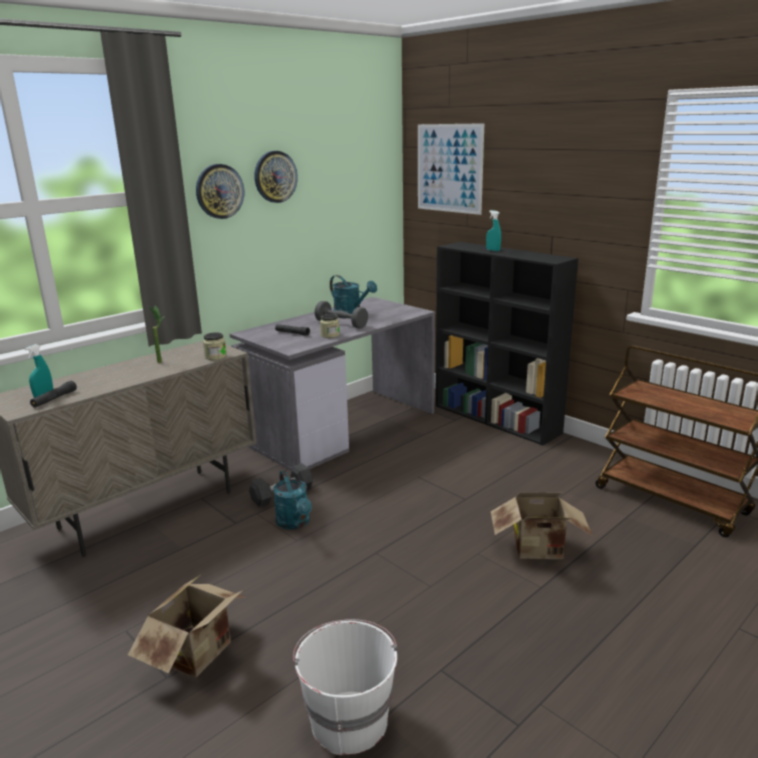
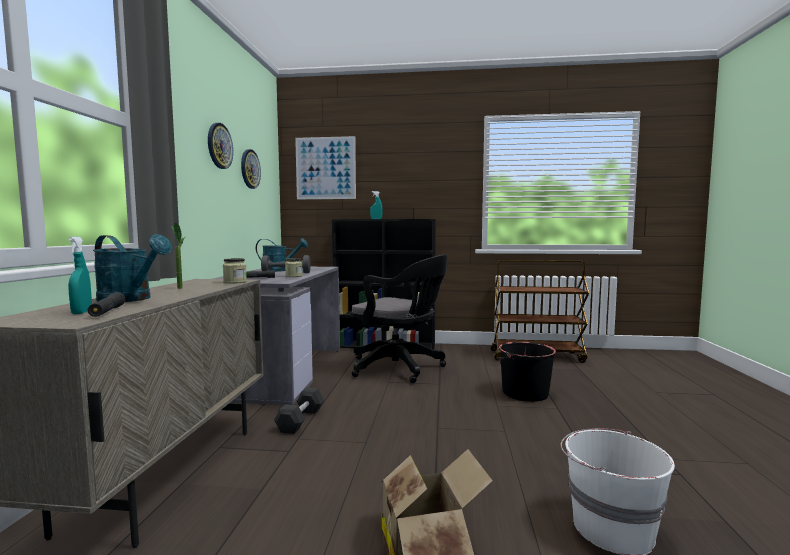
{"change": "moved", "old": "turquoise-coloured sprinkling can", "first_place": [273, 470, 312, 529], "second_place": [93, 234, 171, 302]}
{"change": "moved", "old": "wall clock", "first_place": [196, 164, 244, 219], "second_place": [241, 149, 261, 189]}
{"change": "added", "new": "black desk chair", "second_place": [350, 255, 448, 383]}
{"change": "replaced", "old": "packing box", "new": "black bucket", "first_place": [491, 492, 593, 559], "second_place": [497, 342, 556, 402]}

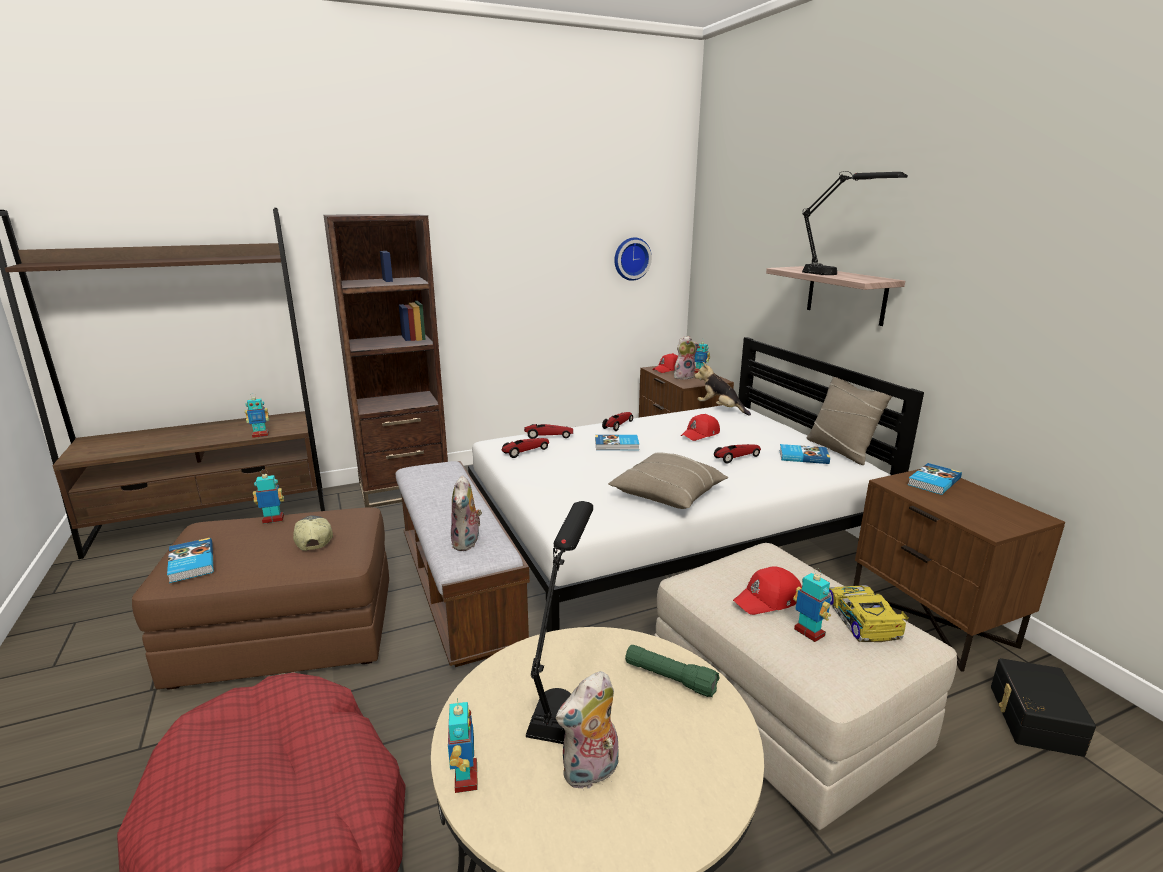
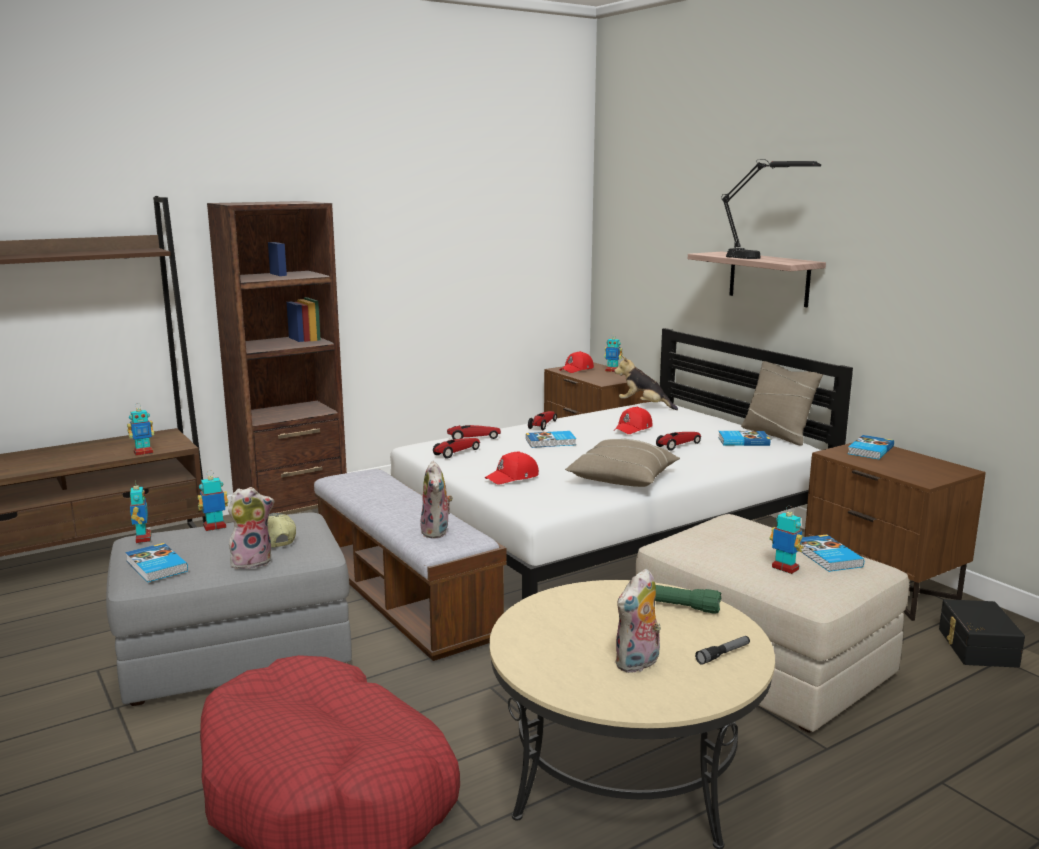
{"change": "recoloured", "old": "brown-coloured pouffe", "new": "gray pouffe", "first_place": [132, 507, 389, 690], "second_place": [106, 512, 352, 706]}
{"change": "moved", "old": "model robot", "first_place": [448, 698, 478, 793], "second_place": [130, 480, 151, 543]}
{"change": "moved", "old": "cuddly toy", "first_place": [674, 336, 699, 380], "second_place": [228, 487, 275, 569]}
{"change": "moved", "old": "reddish cap", "first_place": [733, 566, 802, 615], "second_place": [485, 451, 539, 485]}
{"change": "added", "new": "hand torch", "second_place": [695, 636, 750, 665]}
{"change": "replaced", "old": "toy car", "new": "book", "first_place": [828, 585, 909, 642], "second_place": [801, 534, 864, 572]}
{"change": "removed", "old": "black table lamp", "first_place": [526, 501, 593, 744]}
{"change": "removed", "old": "wall clock", "first_place": [614, 237, 652, 281]}

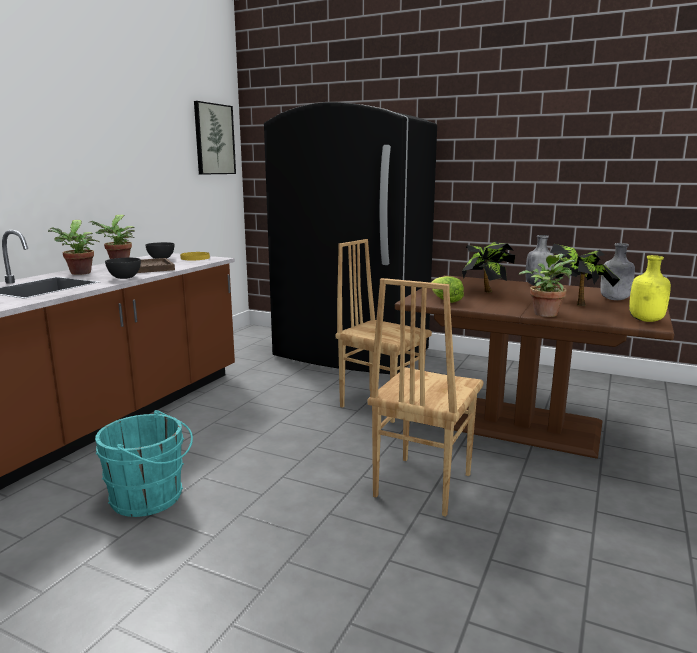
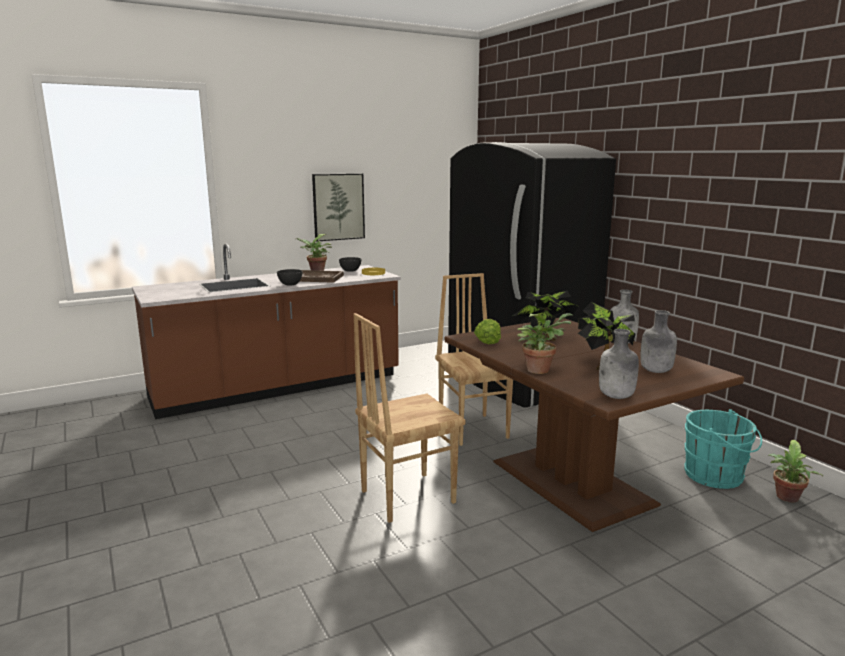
{"change": "moved", "old": "wall art", "first_place": [194, 101, 236, 175], "second_place": [312, 174, 365, 241]}
{"change": "recoloured", "old": "yellow-coloured beverage bottle", "new": "gray beverage bottle", "first_place": [629, 255, 671, 322], "second_place": [599, 329, 639, 399]}
{"change": "moved", "old": "turquoise-coloured bucket", "first_place": [95, 410, 193, 517], "second_place": [684, 409, 762, 489]}
{"change": "moved", "old": "houseplant", "first_place": [48, 220, 99, 275], "second_place": [768, 440, 823, 502]}

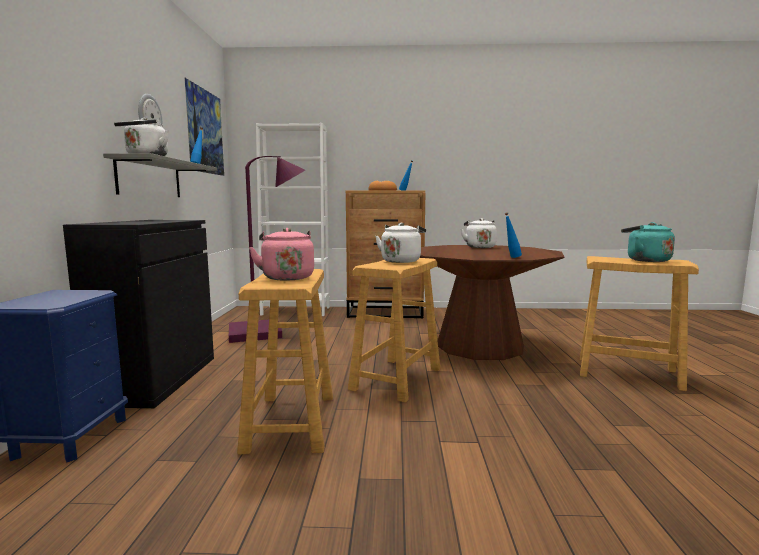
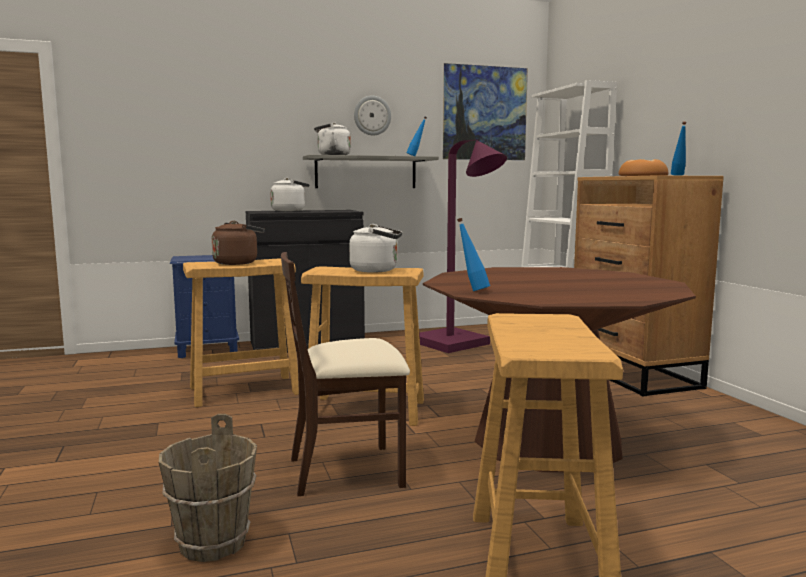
{"change": "added", "new": "brown-coloured bucket", "second_place": [159, 414, 257, 562]}
{"change": "recoloured", "old": "pink kettle", "new": "brown-coloured kettle", "first_place": [249, 228, 314, 281], "second_place": [212, 221, 265, 265]}
{"change": "moved", "old": "white-coloured kettle", "first_place": [461, 218, 497, 248], "second_place": [270, 178, 310, 211]}
{"change": "added", "new": "sand-coloured plain chair", "second_place": [281, 252, 410, 496]}
{"change": "removed", "old": "turquoise-coloured kettle", "first_place": [621, 222, 675, 262]}

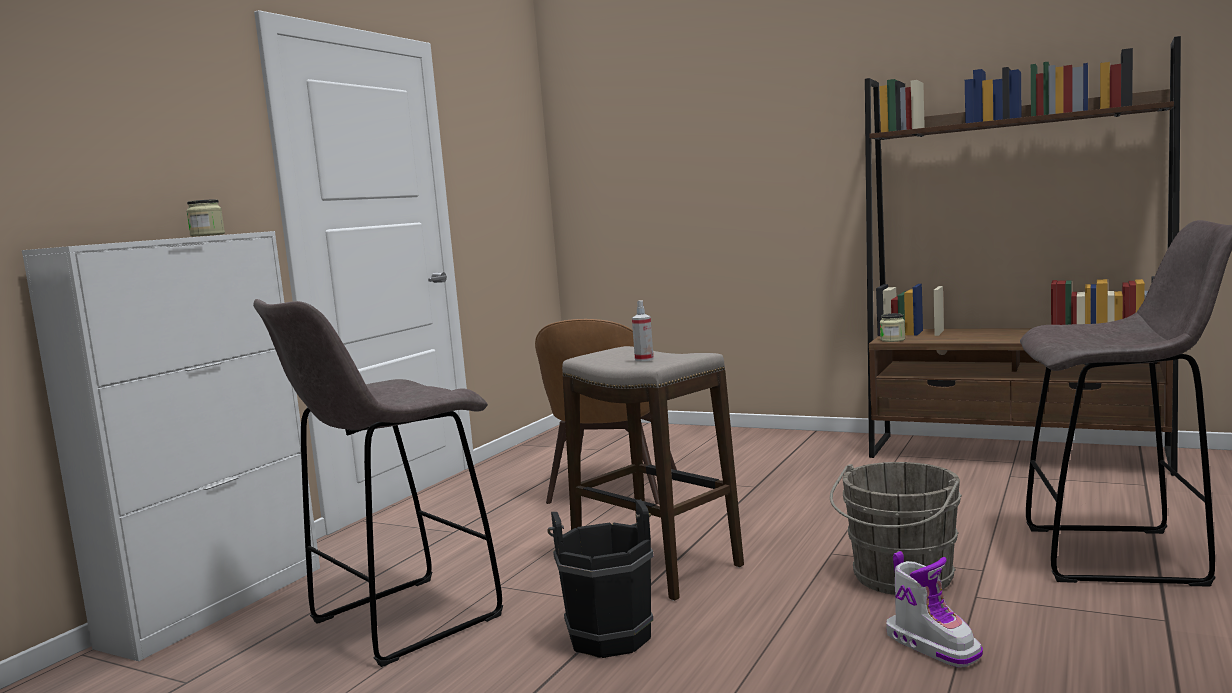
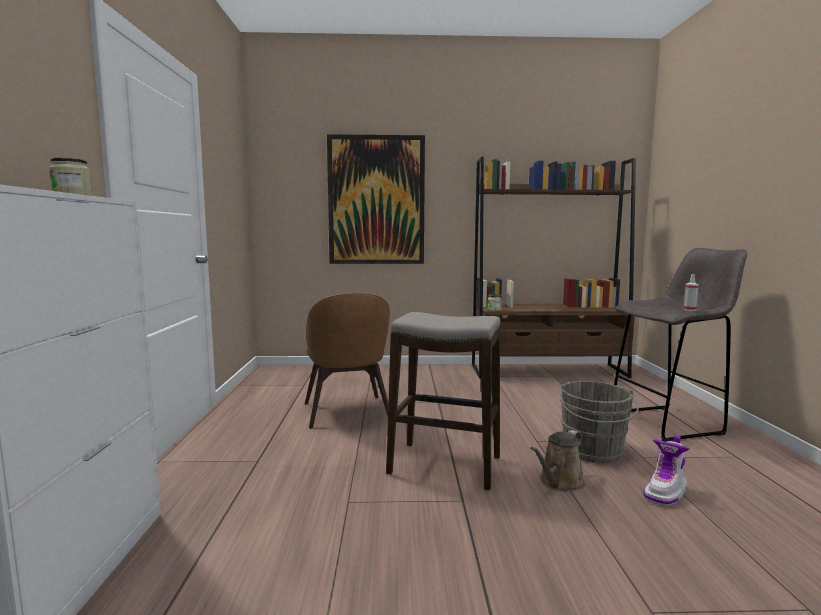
{"change": "added", "new": "wall art", "second_place": [327, 134, 425, 264]}
{"change": "added", "new": "brown-coloured sprinkling can", "second_place": [530, 430, 585, 492]}
{"change": "turned", "old": "high-top boot", "first_place": [886, 551, 983, 667], "second_place": [643, 435, 690, 506], "degrees": 105}
{"change": "moved", "old": "hand sprayer", "first_place": [632, 300, 654, 361], "second_place": [684, 274, 699, 311]}
{"change": "removed", "old": "gray stool seat", "first_place": [253, 299, 503, 667]}
{"change": "removed", "old": "black bucket", "first_place": [547, 499, 654, 658]}

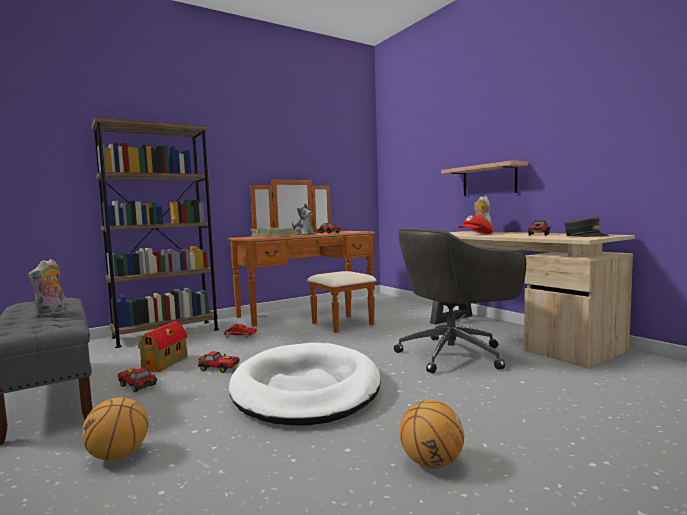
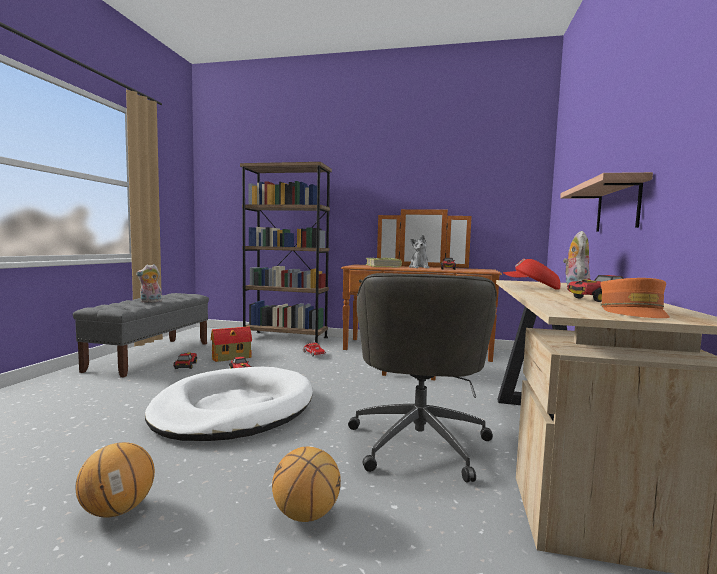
{"change": "moved", "old": "basketball ball", "first_place": [82, 397, 148, 461], "second_place": [272, 446, 341, 522]}
{"change": "turned", "old": "gray desk chair", "first_place": [394, 229, 526, 373], "second_place": [348, 273, 497, 482], "degrees": -105}
{"change": "recoloured", "old": "gray cap", "new": "orange-coloured cap", "first_place": [564, 218, 609, 237], "second_place": [600, 278, 670, 318]}

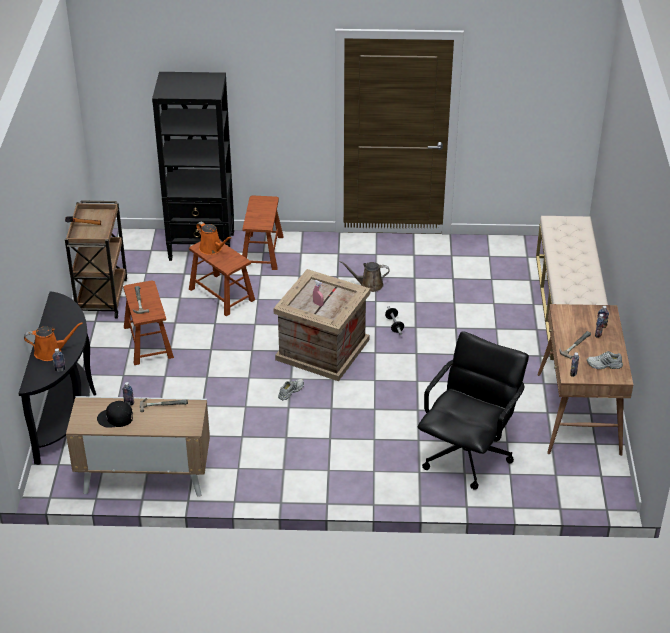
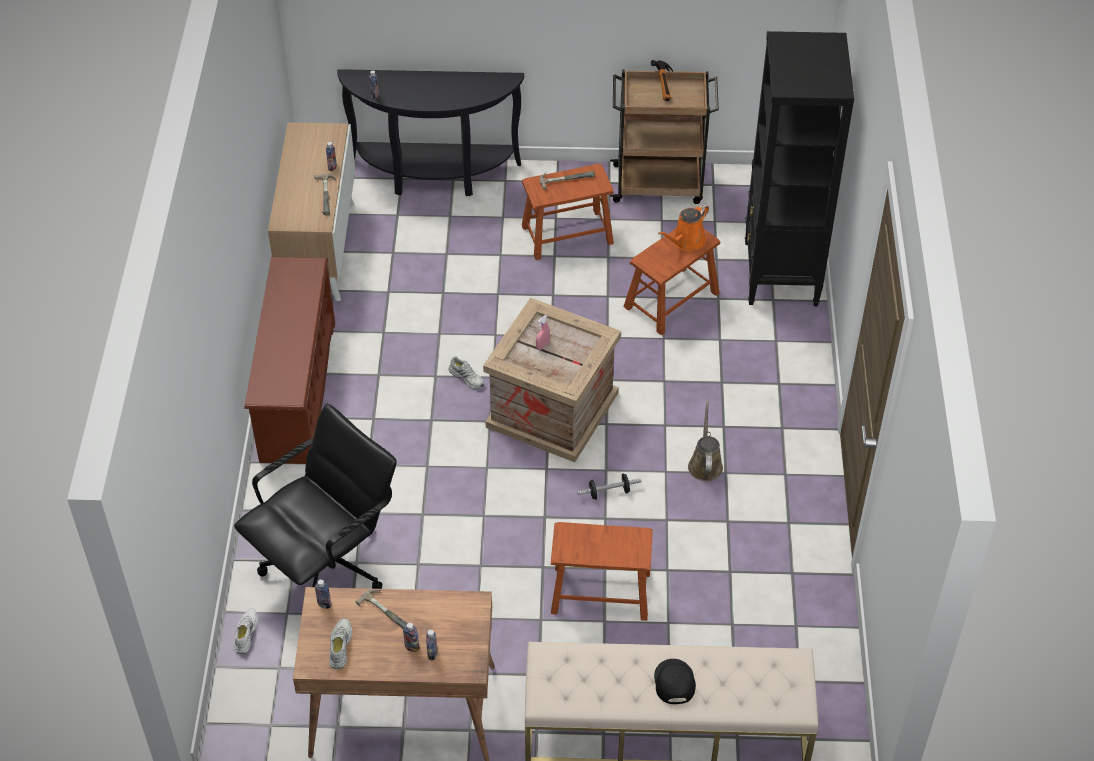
{"change": "turned", "old": "black desk chair", "first_place": [418, 331, 529, 490], "second_place": [234, 404, 397, 589], "degrees": -75}
{"change": "added", "new": "white-coloured low shoe", "second_place": [234, 608, 258, 654]}
{"change": "added", "new": "brown-coloured shoe rack", "second_place": [244, 257, 335, 464]}
{"change": "moved", "old": "brown-coloured stool seat", "first_place": [242, 195, 284, 270], "second_place": [551, 522, 653, 621]}
{"change": "moved", "old": "black cap", "first_place": [97, 401, 133, 428], "second_place": [654, 659, 696, 704]}
{"change": "removed", "old": "orange-coloured sprinkling can", "first_place": [24, 322, 83, 361]}

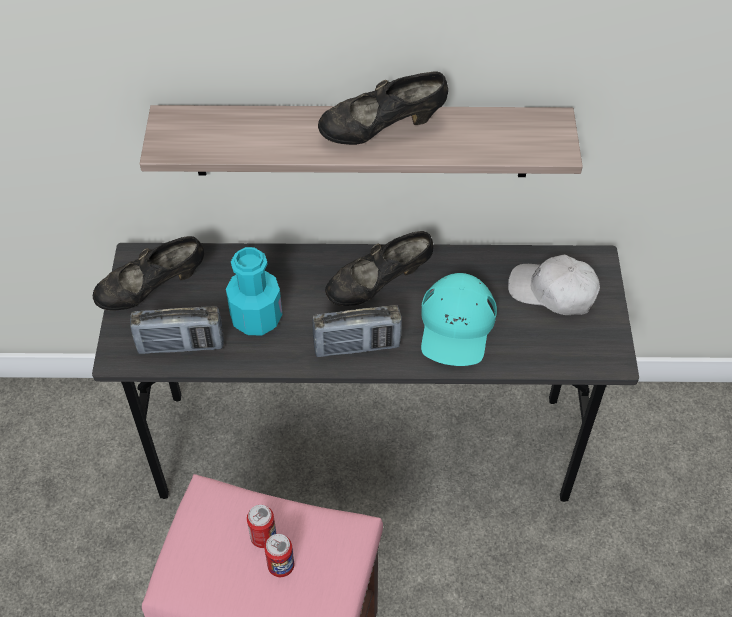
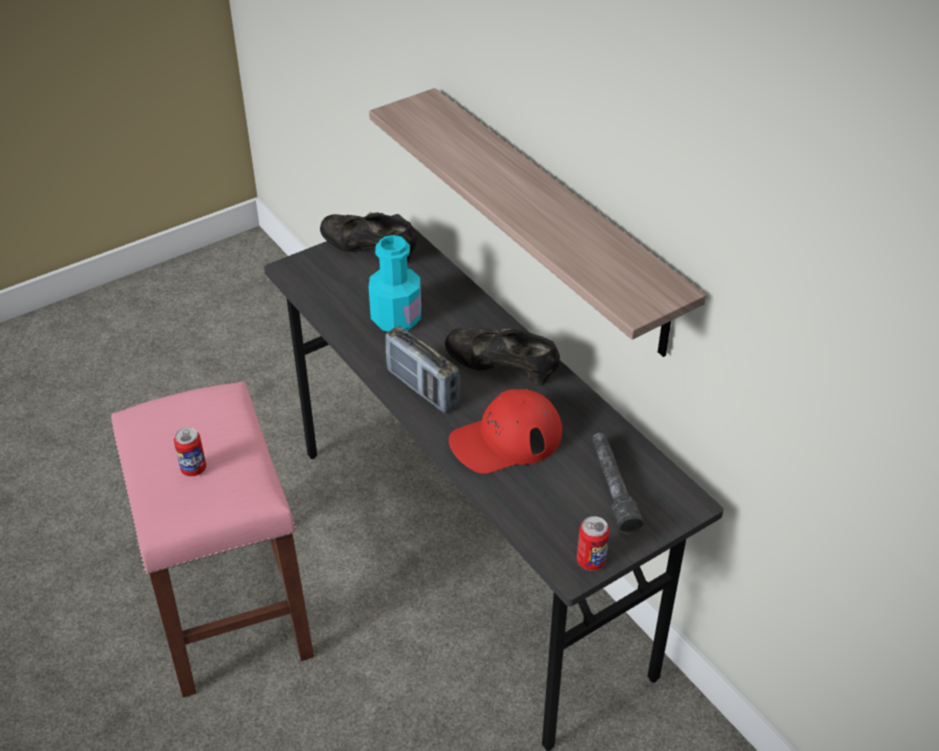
{"change": "recoloured", "old": "turquoise-coloured cap", "new": "reddish cap", "first_place": [421, 273, 497, 366], "second_place": [449, 389, 562, 474]}
{"change": "moved", "old": "can", "first_place": [247, 505, 277, 548], "second_place": [577, 516, 610, 571]}
{"change": "replaced", "old": "white-coloured cap", "new": "gray hand torch", "first_place": [508, 255, 600, 315], "second_place": [592, 433, 644, 535]}
{"change": "removed", "old": "radio", "first_place": [130, 306, 224, 354]}
{"change": "removed", "old": "black low shoe", "first_place": [318, 72, 448, 145]}

